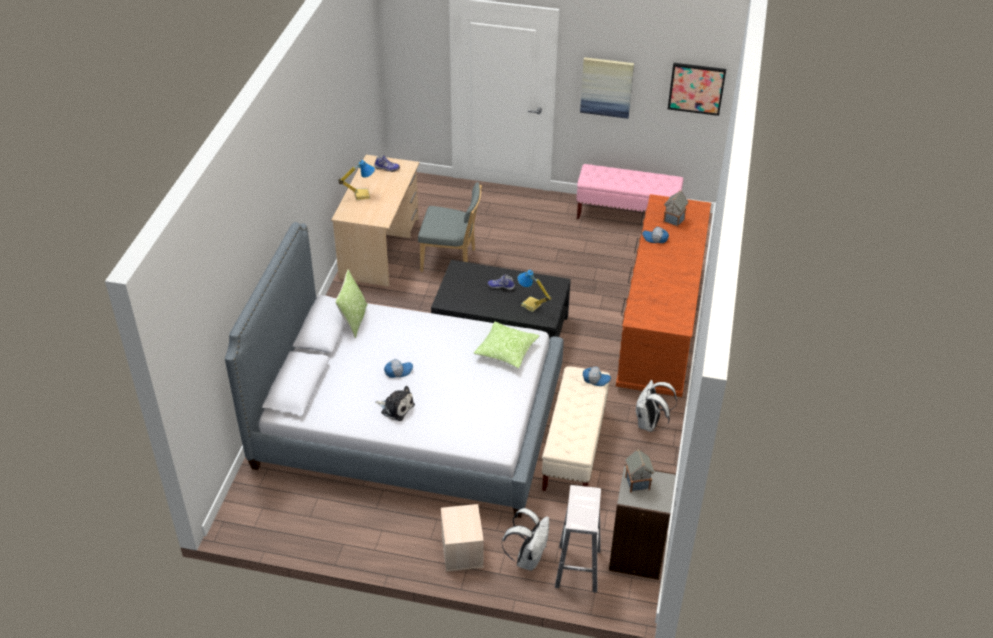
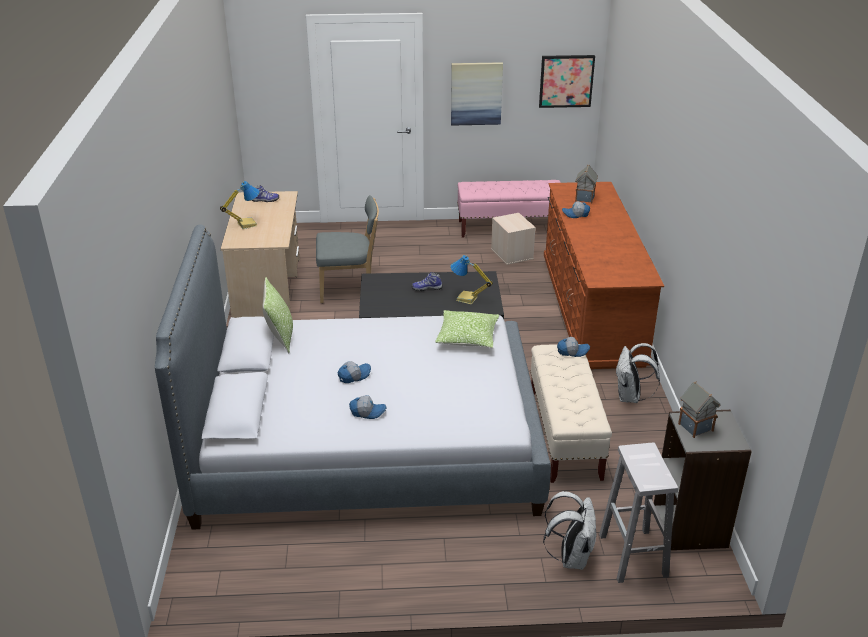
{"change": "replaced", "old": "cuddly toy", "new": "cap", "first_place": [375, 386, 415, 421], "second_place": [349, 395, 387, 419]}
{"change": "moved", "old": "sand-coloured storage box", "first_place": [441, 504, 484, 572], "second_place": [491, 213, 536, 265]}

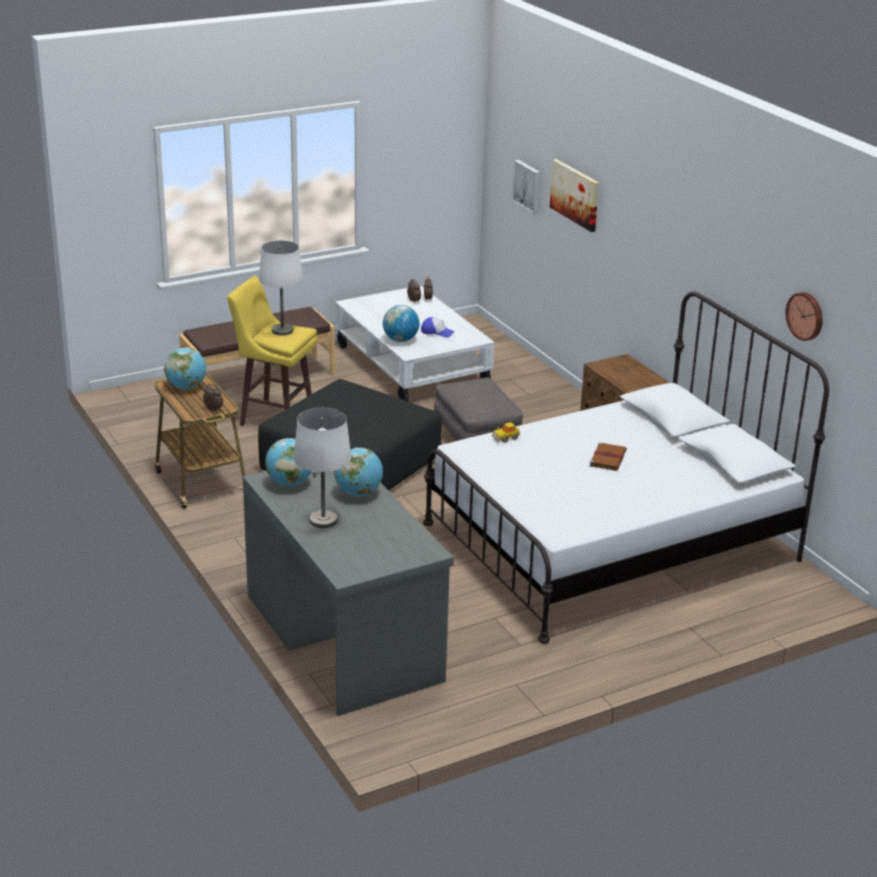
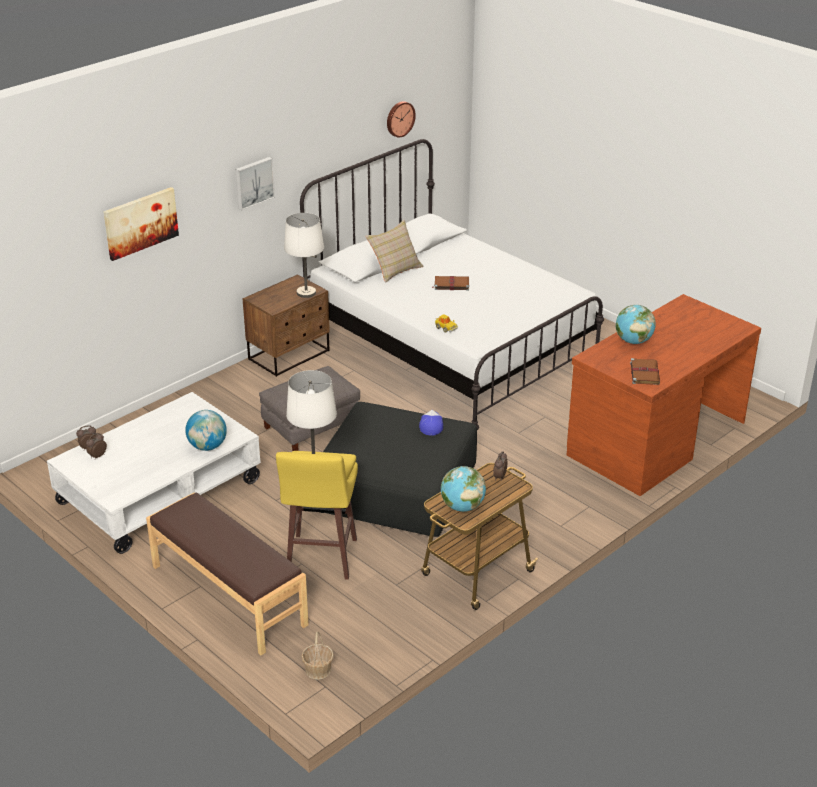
{"change": "moved", "old": "wall art", "first_place": [512, 160, 541, 213], "second_place": [235, 157, 275, 211]}
{"change": "moved", "old": "white-coloured table lamp", "first_place": [294, 408, 351, 528], "second_place": [284, 213, 324, 298]}
{"change": "added", "new": "household basket", "second_place": [301, 631, 334, 680]}
{"change": "added", "new": "sand-coloured throw pillow", "second_place": [365, 220, 424, 283]}
{"change": "moved", "old": "cap", "first_place": [421, 317, 454, 337], "second_place": [419, 410, 443, 436]}
{"change": "recoloured", "old": "gray desk table", "new": "brown-coloured desk table", "first_place": [243, 471, 454, 716], "second_place": [567, 294, 761, 496]}
{"change": "replaced", "old": "desk globe", "new": "brown-coloured book", "first_place": [265, 438, 312, 486], "second_place": [630, 358, 660, 385]}

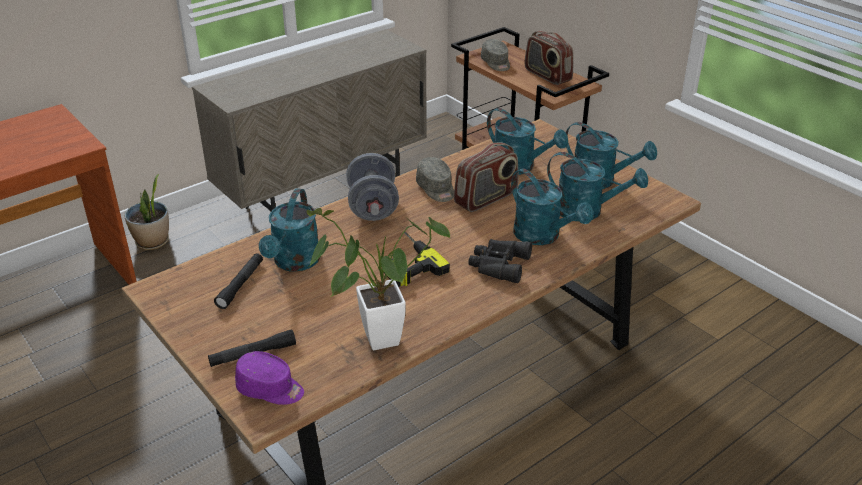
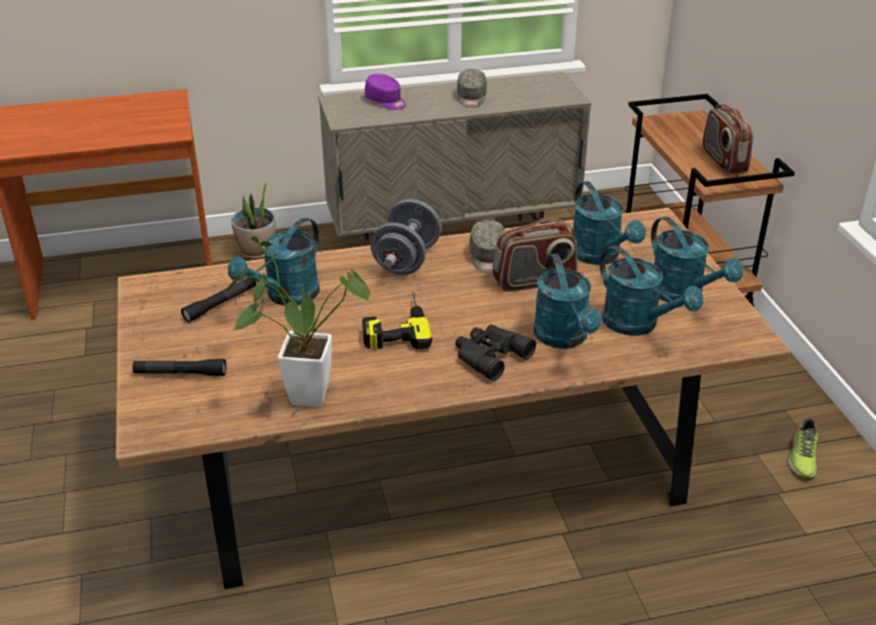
{"change": "moved", "old": "purplish cap", "first_place": [235, 351, 304, 405], "second_place": [365, 74, 406, 110]}
{"change": "moved", "old": "gray cap", "first_place": [481, 39, 510, 71], "second_place": [457, 69, 487, 108]}
{"change": "added", "new": "low shoe", "second_place": [788, 418, 818, 478]}

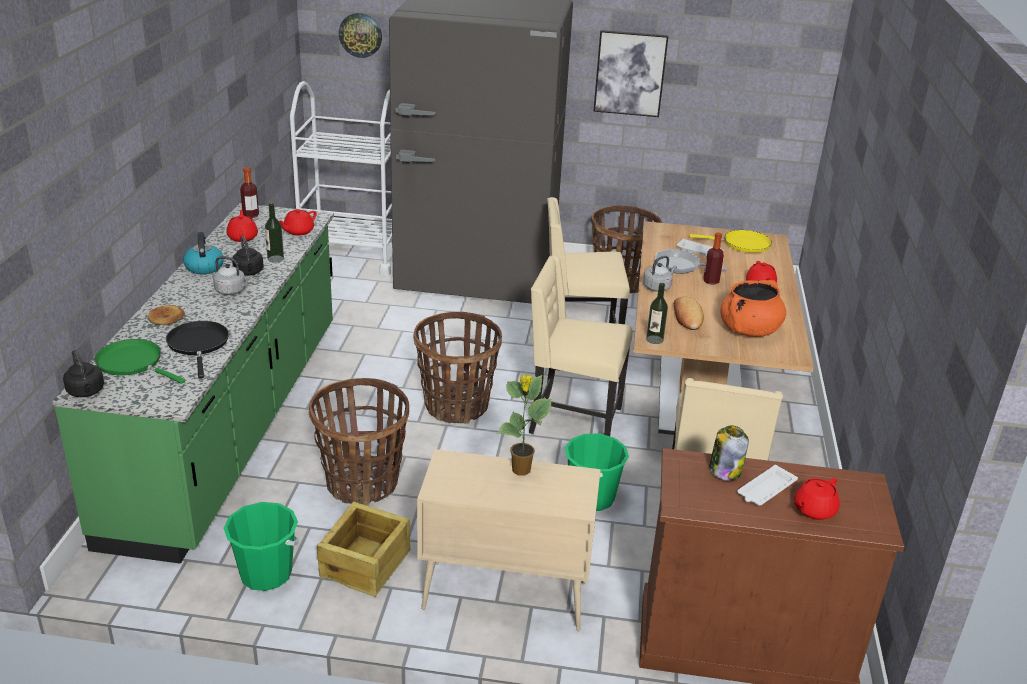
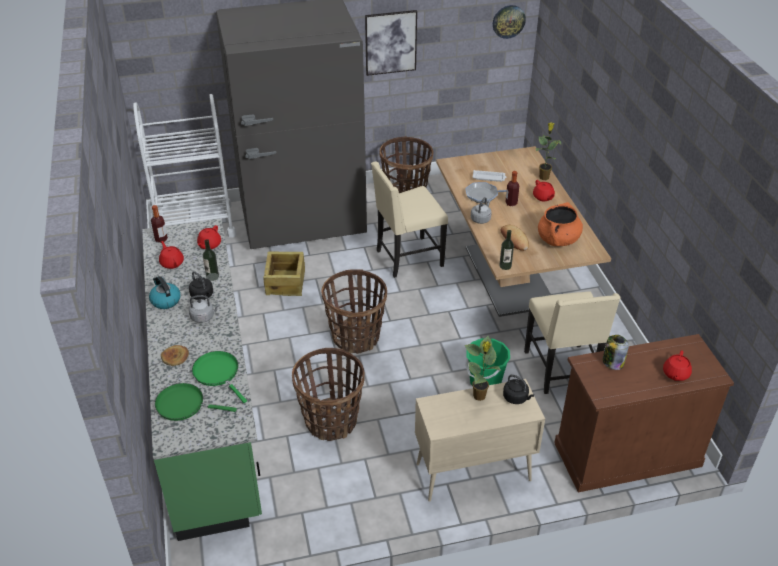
{"change": "recoloured", "old": "black frying pan", "new": "greenish frying pan", "first_place": [166, 321, 229, 378], "second_place": [192, 351, 247, 403]}
{"change": "moved", "old": "crate", "first_place": [317, 502, 410, 597], "second_place": [263, 252, 305, 296]}
{"change": "moved", "old": "wall clock", "first_place": [339, 13, 382, 58], "second_place": [493, 5, 526, 39]}
{"change": "moved", "old": "black kettle", "first_place": [63, 350, 104, 397], "second_place": [503, 375, 534, 404]}
{"change": "added", "new": "houseplant", "second_place": [535, 123, 561, 180]}
{"change": "removed", "old": "greenish bucket", "first_place": [223, 502, 299, 591]}
{"change": "removed", "old": "sand-coloured plain chair", "first_place": [529, 256, 633, 436]}
{"change": "removed", "old": "yellow-coloured frying pan", "first_place": [690, 230, 772, 253]}
{"change": "removed", "old": "white-coloured serving tray", "first_place": [737, 465, 798, 505]}

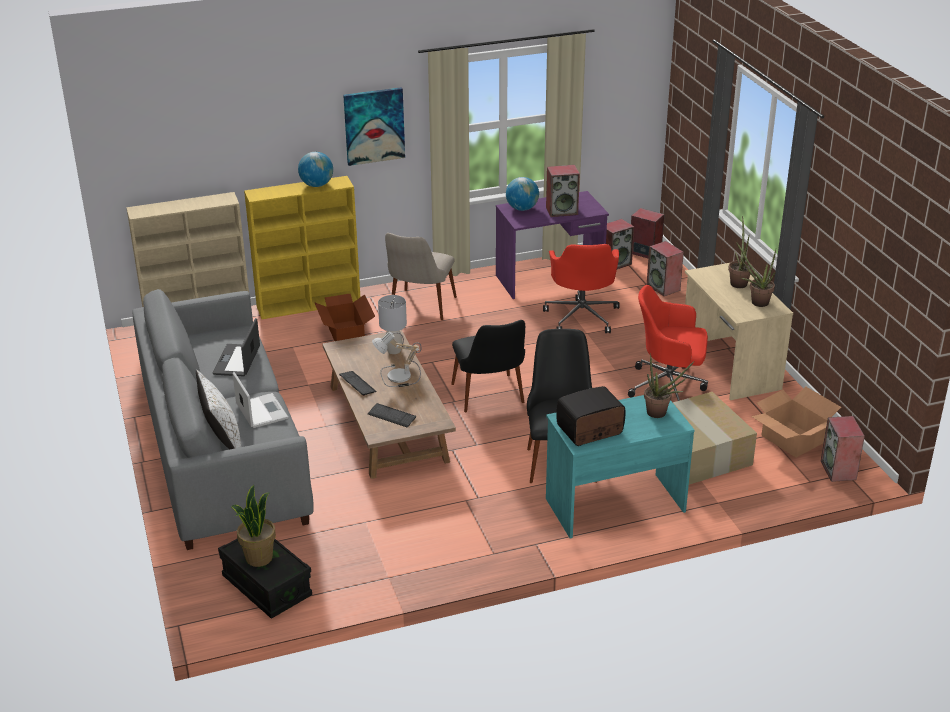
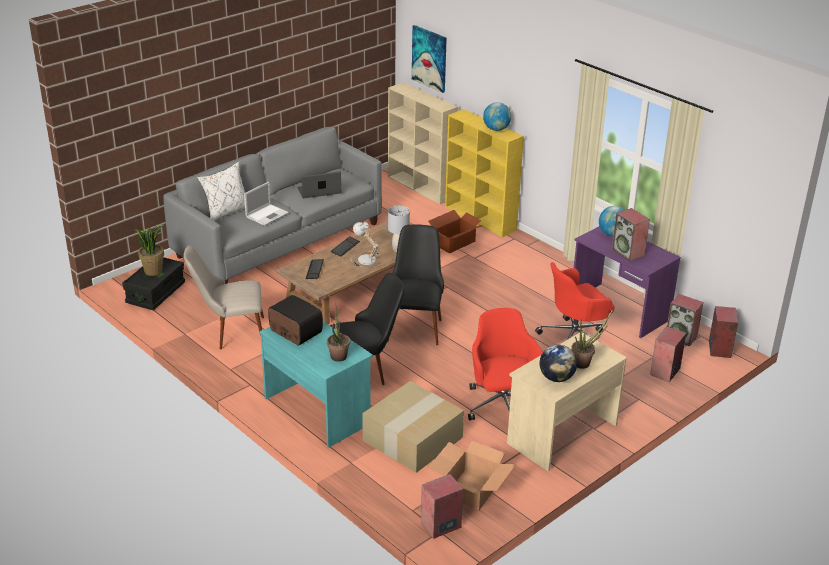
{"change": "moved", "old": "sand-coloured plain chair", "first_place": [385, 233, 457, 320], "second_place": [184, 245, 264, 349]}
{"change": "turned", "old": "black plain chair", "first_place": [451, 320, 525, 412], "second_place": [387, 224, 444, 345], "degrees": 135}
{"change": "moved", "old": "wall art", "first_place": [343, 87, 405, 166], "second_place": [412, 25, 447, 93]}
{"change": "replaced", "old": "houseplant", "new": "desk globe", "first_place": [736, 242, 776, 307], "second_place": [539, 345, 577, 382]}

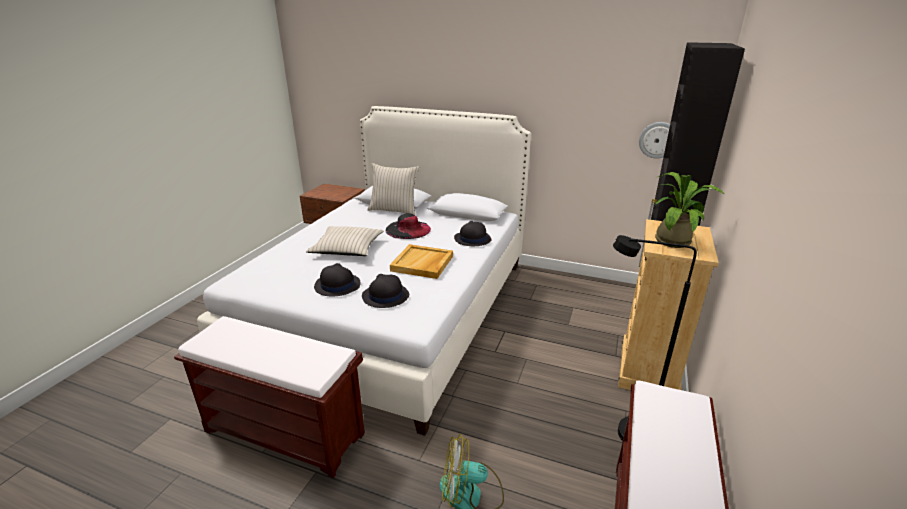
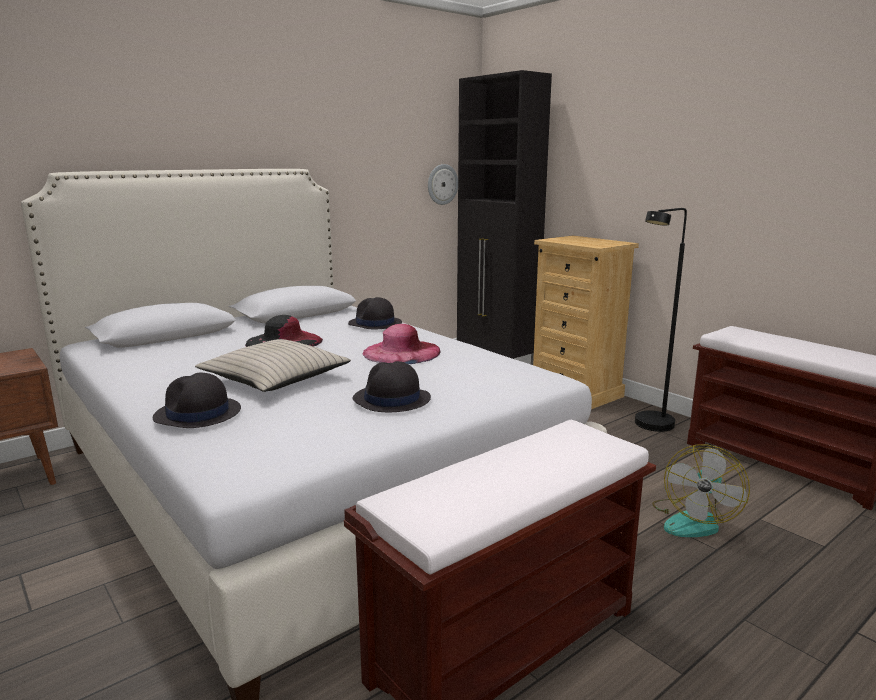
{"change": "moved", "old": "black clothing hat", "first_place": [362, 274, 409, 308], "second_place": [153, 373, 241, 428]}
{"change": "replaced", "old": "sand-coloured serving tray", "new": "pink clothing hat", "first_place": [390, 244, 453, 279], "second_place": [362, 324, 440, 364]}
{"change": "removed", "old": "sand-coloured throw pillow", "first_place": [367, 163, 419, 215]}
{"change": "removed", "old": "houseplant", "first_place": [654, 172, 724, 248]}

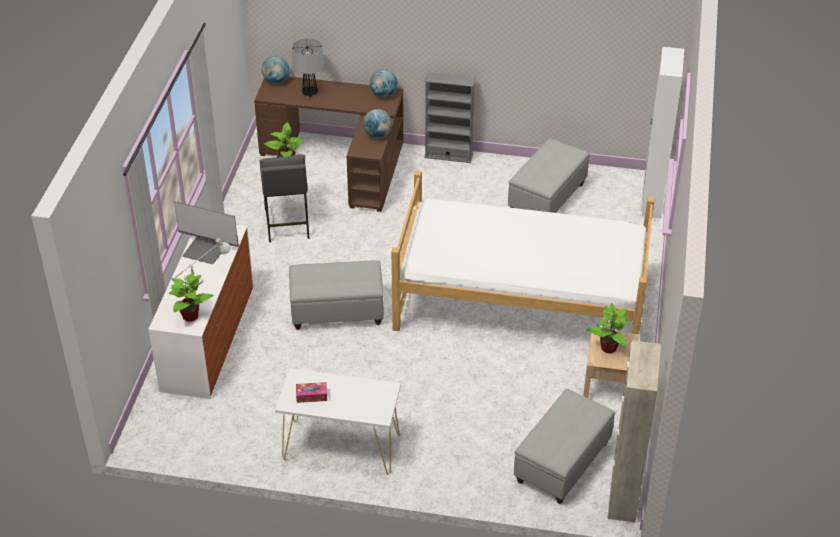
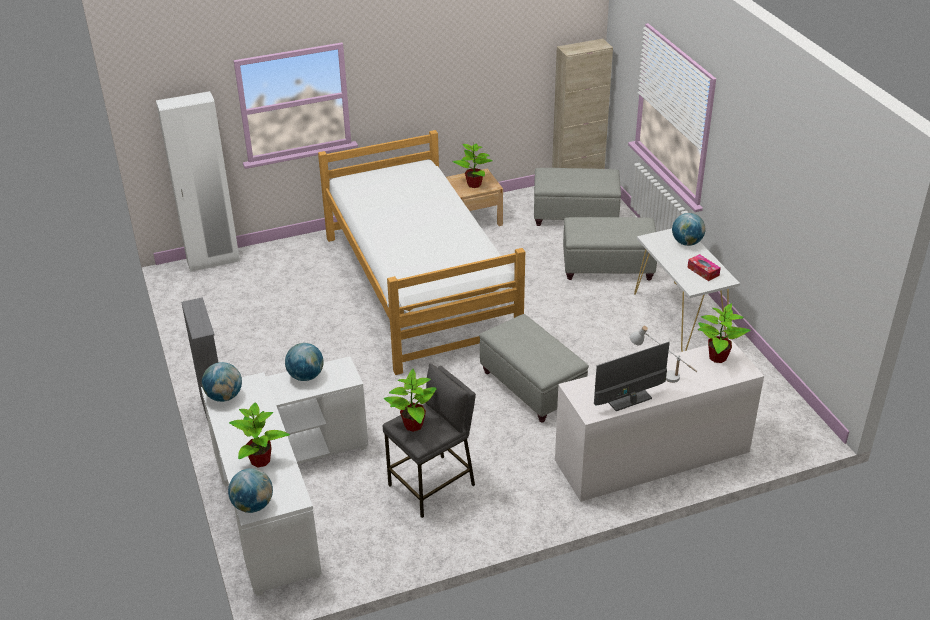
{"change": "recoloured", "old": "brown-coloured desk table", "new": "white-coloured desk table", "first_place": [254, 77, 403, 212], "second_place": [201, 356, 368, 596]}
{"change": "replaced", "old": "table lamp", "new": "houseplant", "first_place": [292, 38, 323, 97], "second_place": [229, 402, 290, 467]}
{"change": "moved", "old": "gray pouffe", "first_place": [508, 138, 590, 213], "second_place": [563, 217, 657, 280]}
{"change": "turned", "old": "computer screen", "first_place": [174, 201, 239, 264], "second_place": [594, 342, 670, 411], "degrees": -105}
{"change": "added", "new": "desk globe", "second_place": [672, 213, 705, 246]}

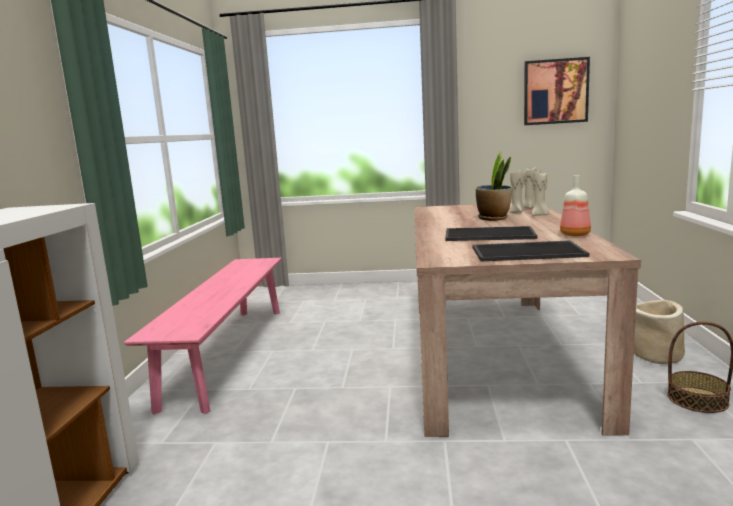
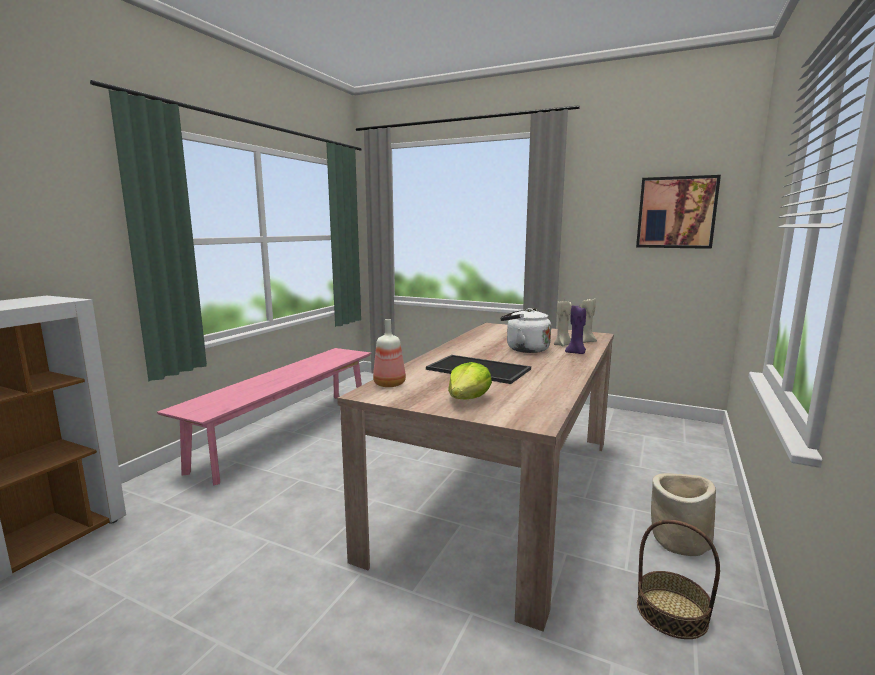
{"change": "moved", "old": "beverage bottle", "first_place": [560, 175, 591, 236], "second_place": [373, 319, 406, 387]}
{"change": "replaced", "old": "serving tray", "new": "lettuce head", "first_place": [472, 240, 590, 261], "second_place": [448, 362, 492, 399]}
{"change": "replaced", "old": "houseplant", "new": "white-coloured kettle", "first_place": [476, 152, 512, 221], "second_place": [500, 308, 551, 353]}
{"change": "recoloured", "old": "sand-coloured candle", "new": "purplish candle", "first_place": [532, 172, 549, 216], "second_place": [565, 305, 586, 354]}

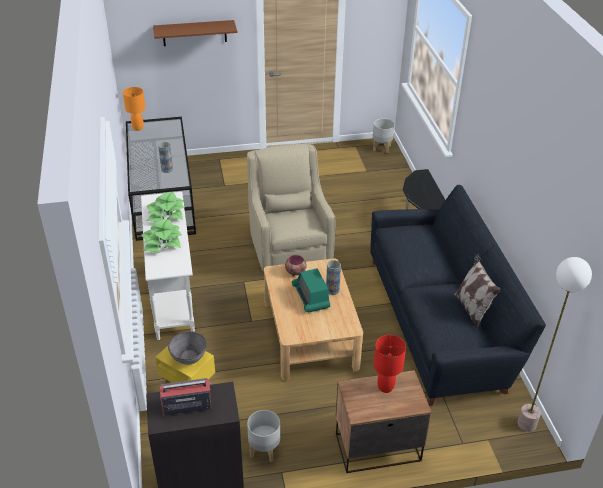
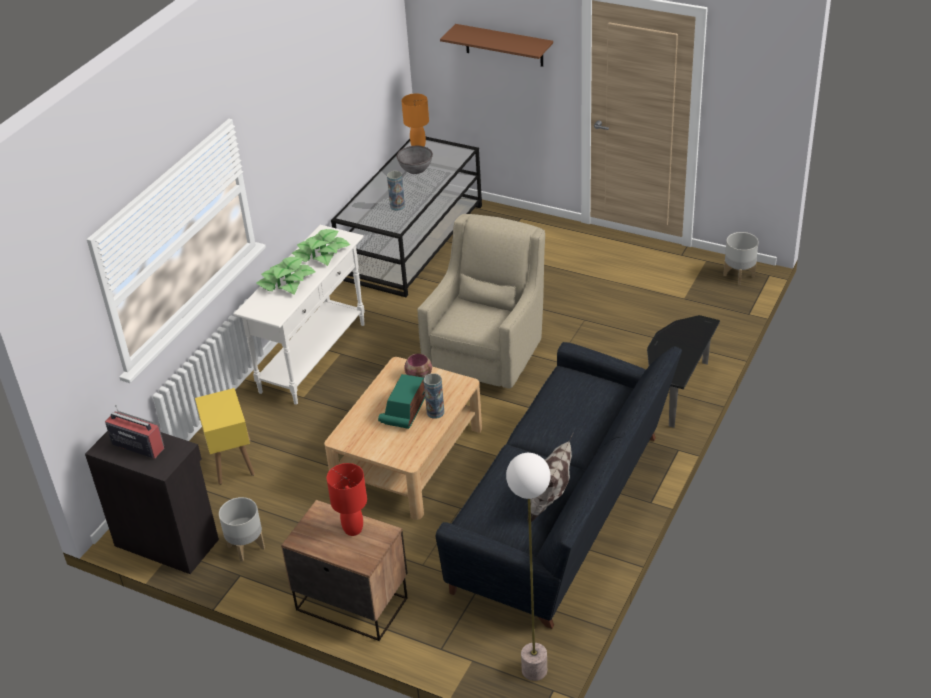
{"change": "moved", "old": "gray serving bowl", "first_place": [168, 331, 207, 365], "second_place": [397, 146, 433, 174]}

